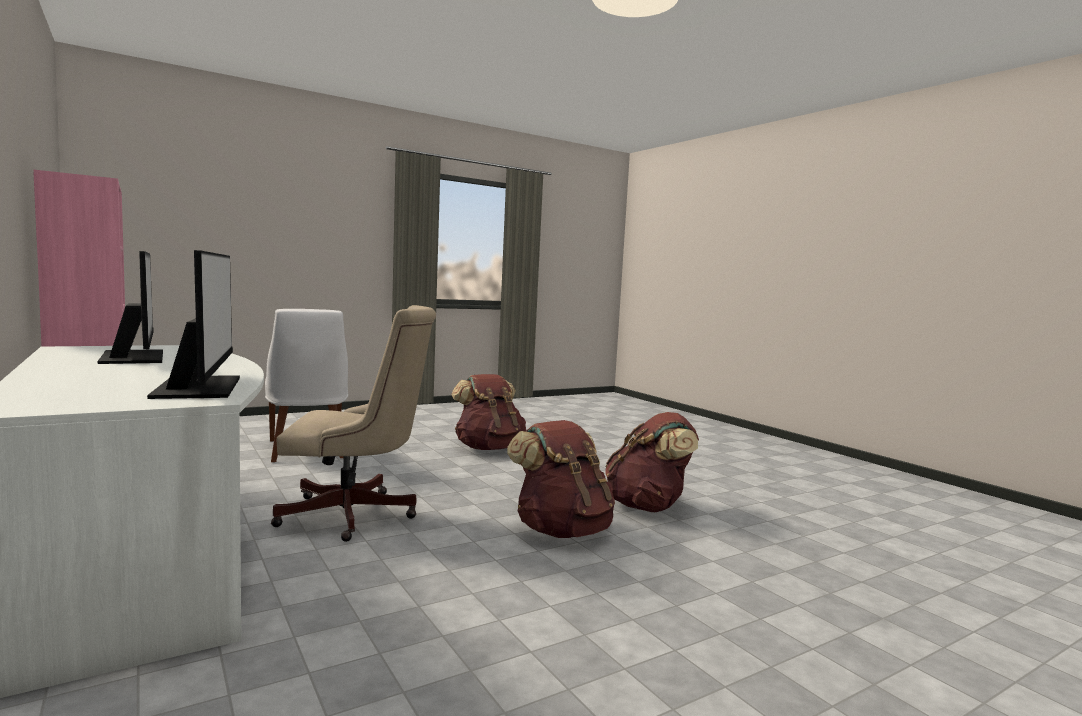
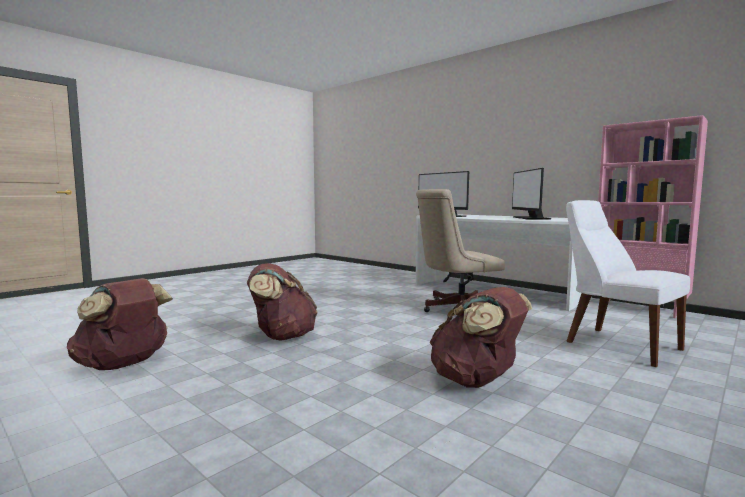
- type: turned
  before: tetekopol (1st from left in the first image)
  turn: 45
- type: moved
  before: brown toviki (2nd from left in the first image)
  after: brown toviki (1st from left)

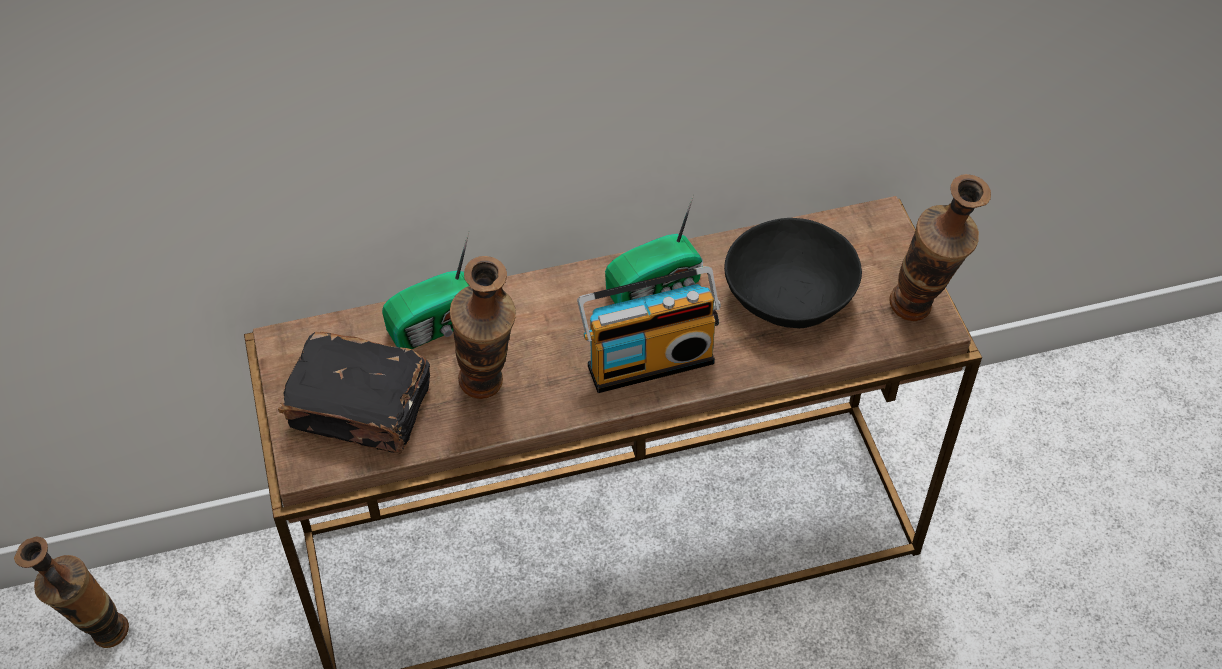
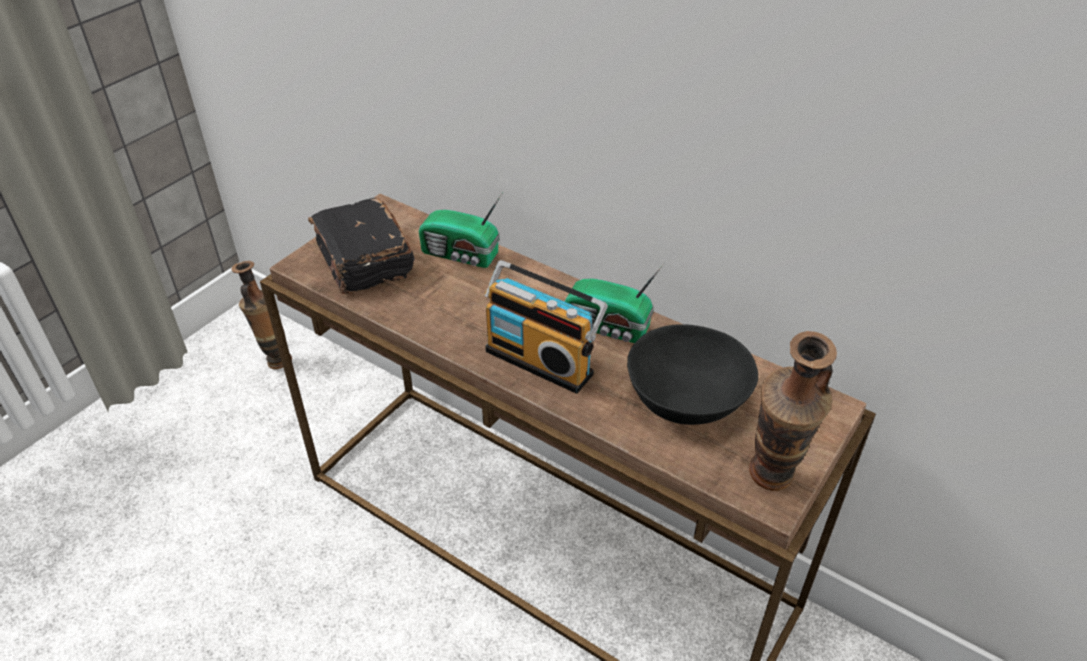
- type: removed
  before: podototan (2nd from left)

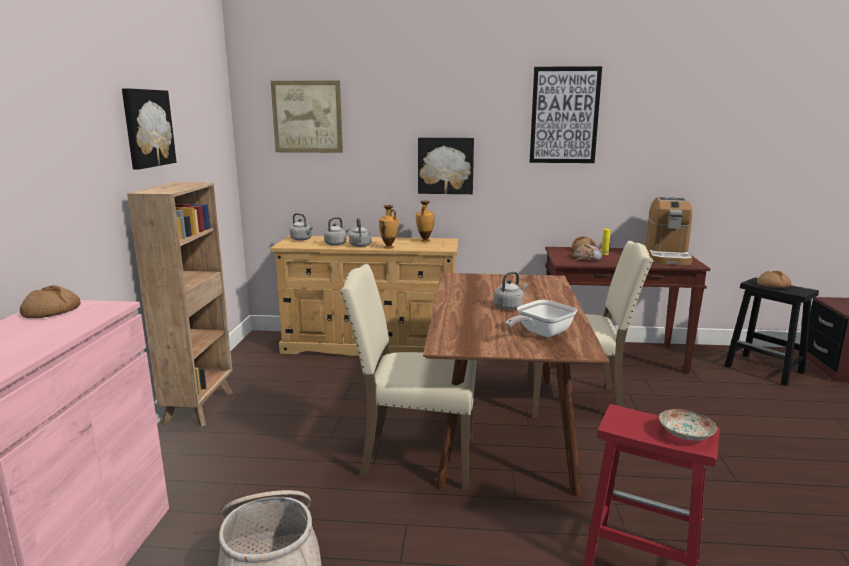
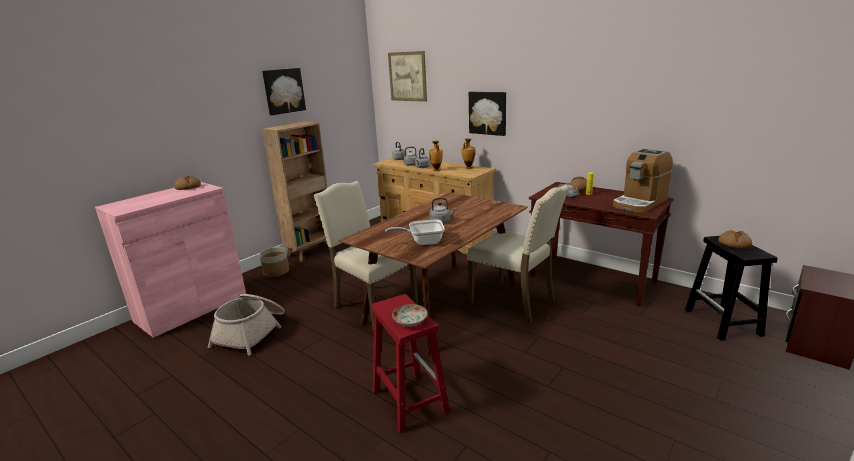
- type: removed
  before: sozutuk (4th from left)
- type: added
  after: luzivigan

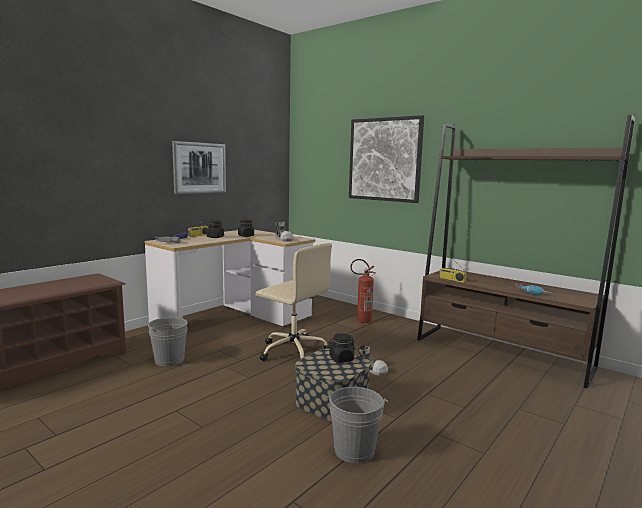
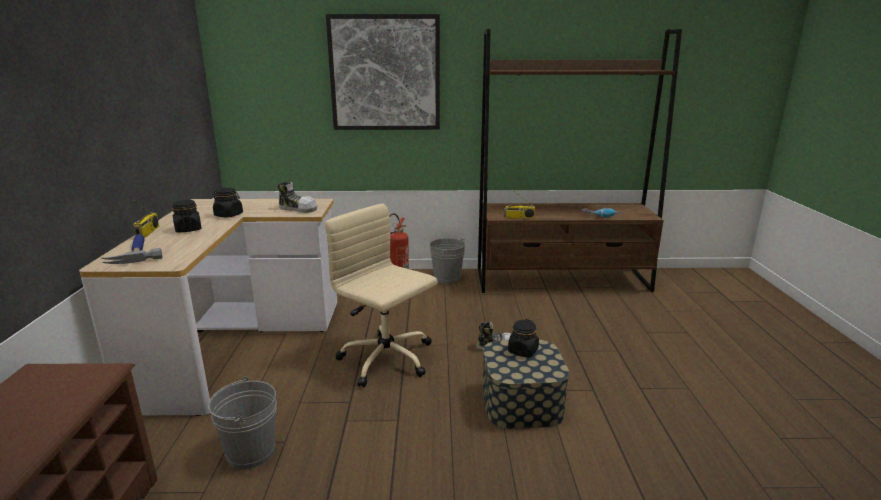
- type: removed
  before: sozutuk (1st from left)
- type: turned
  before: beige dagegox
  turn: -135
- type: moved
  before: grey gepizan (2nd from left)

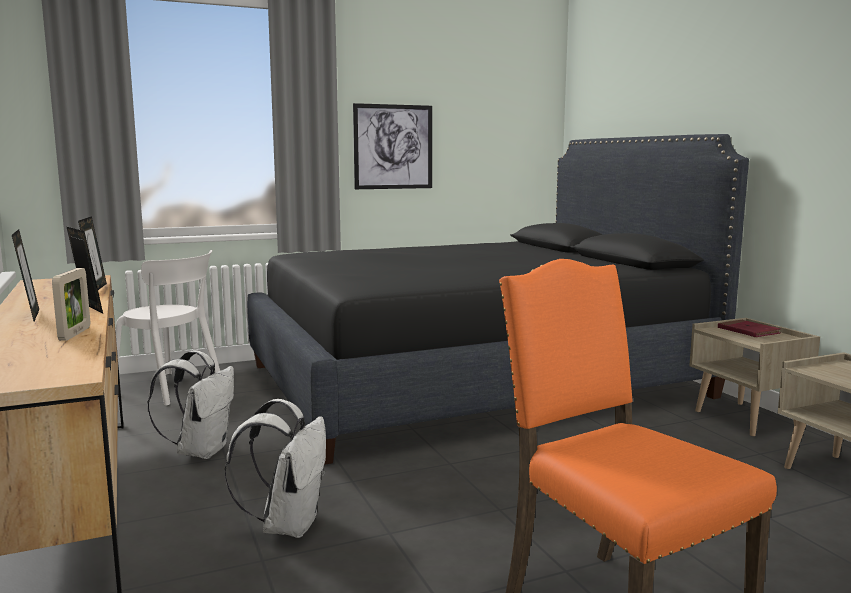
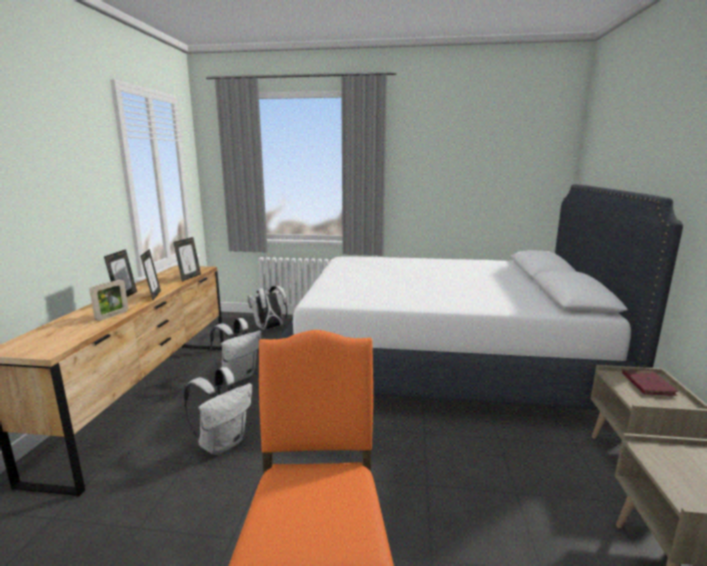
- type: removed
  before: sozutuk
- type: recoloured
  before: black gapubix
  after: white gapubix
- type: replaced
  before: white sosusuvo
  after: white toviki (3rd from left)

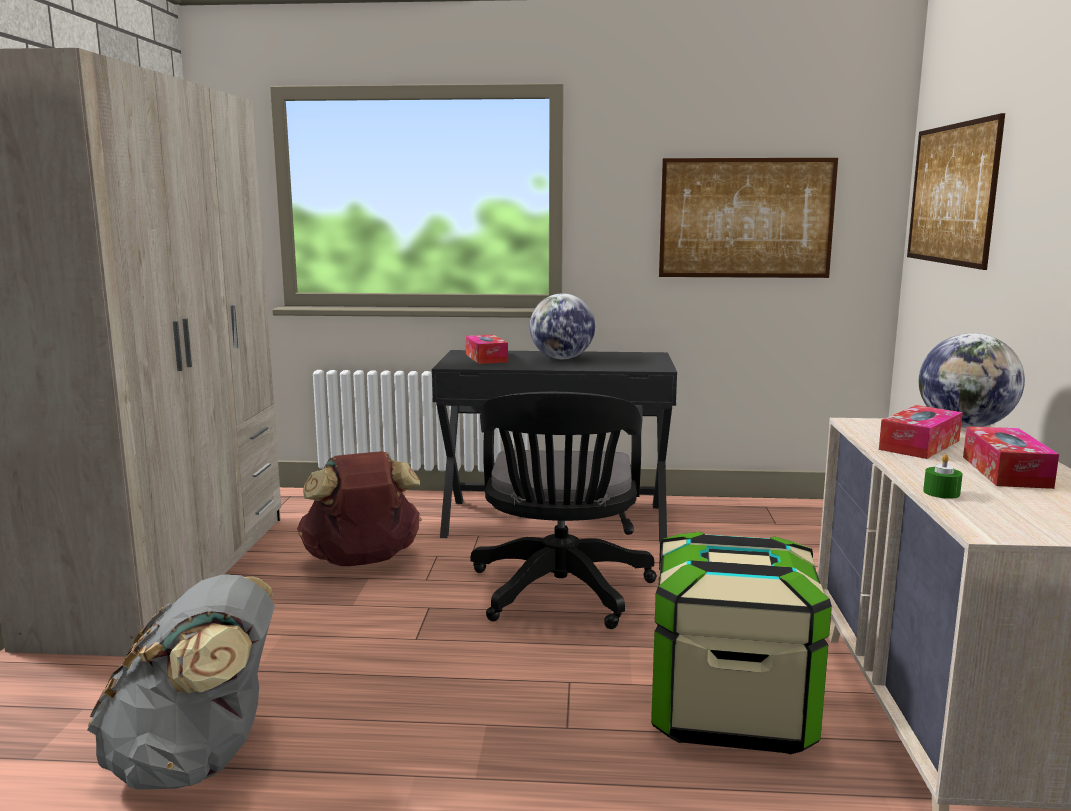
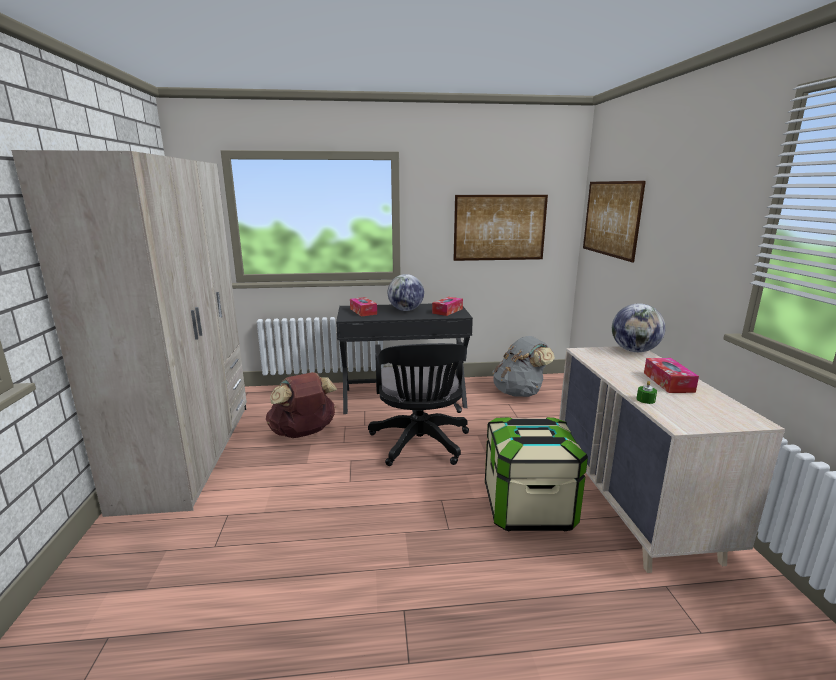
- type: moved
  before: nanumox (2nd from left)
- type: moved
  before: grey toviki

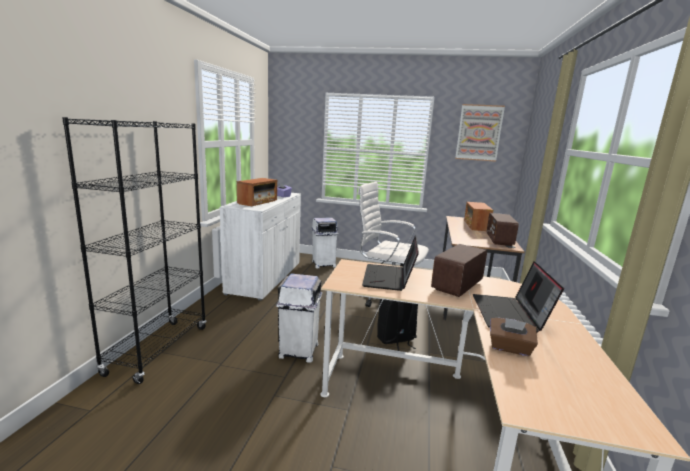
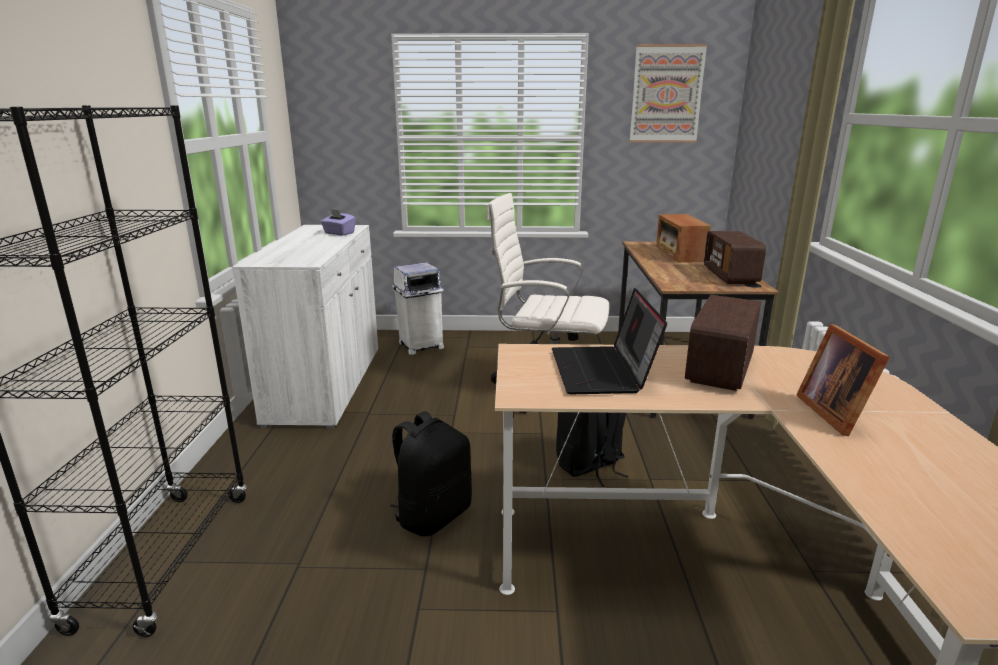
- type: removed
  before: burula (1st from left)
- type: replaced
  before: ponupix (2nd from left)
  after: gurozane
- type: replaced
  before: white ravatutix (1st from left)
  after: black toviki (1st from left)
- type: removed
  before: brown nanumox

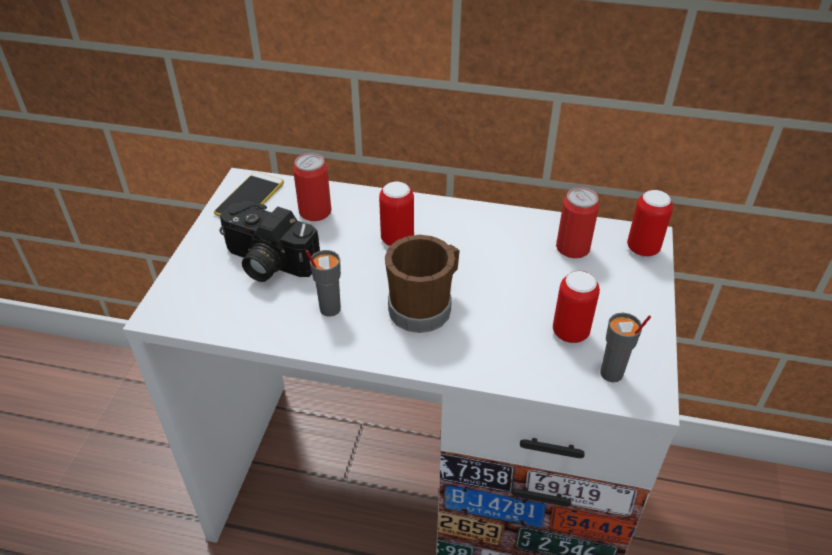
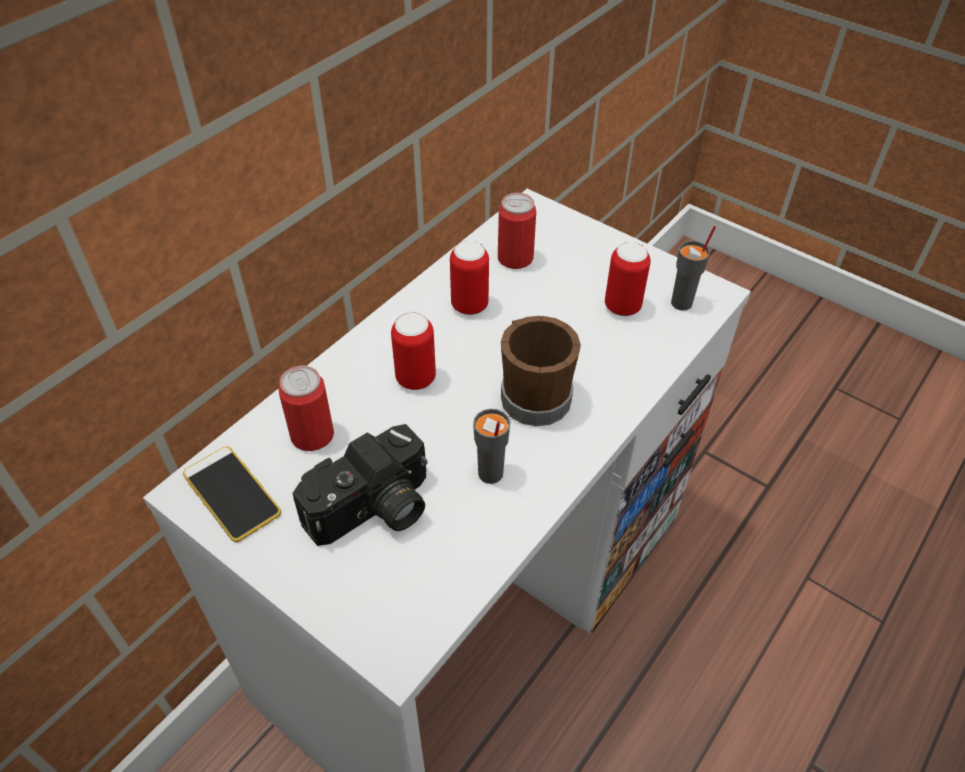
- type: moved
  before: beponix (5th from left in the first image)
  after: beponix (3rd from left)

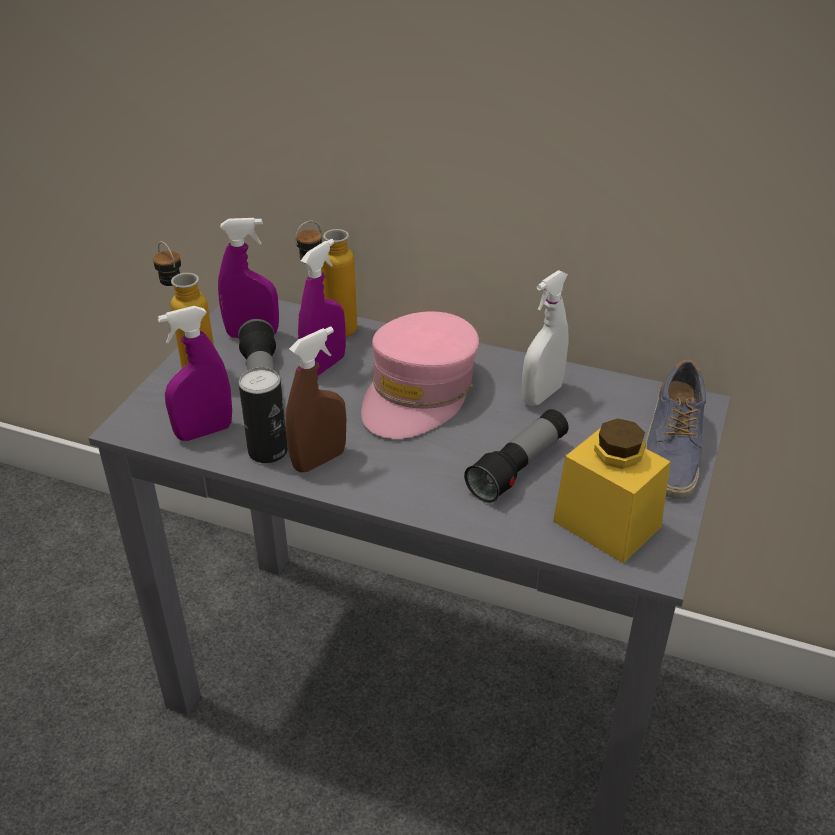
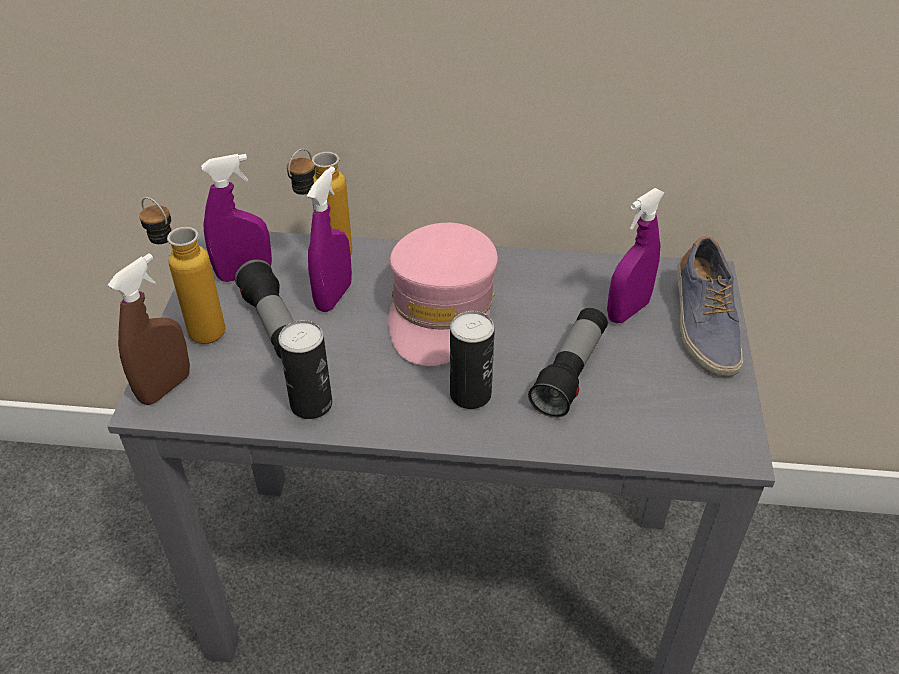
- type: removed
  before: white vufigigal
- type: moved
  before: purple vufigigal (1st from left in the first image)
  after: purple vufigigal (3rd from left)
- type: moved
  before: brown vufigigal
- type: removed
  before: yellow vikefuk
- type: added
  after: beponix (2nd from left)

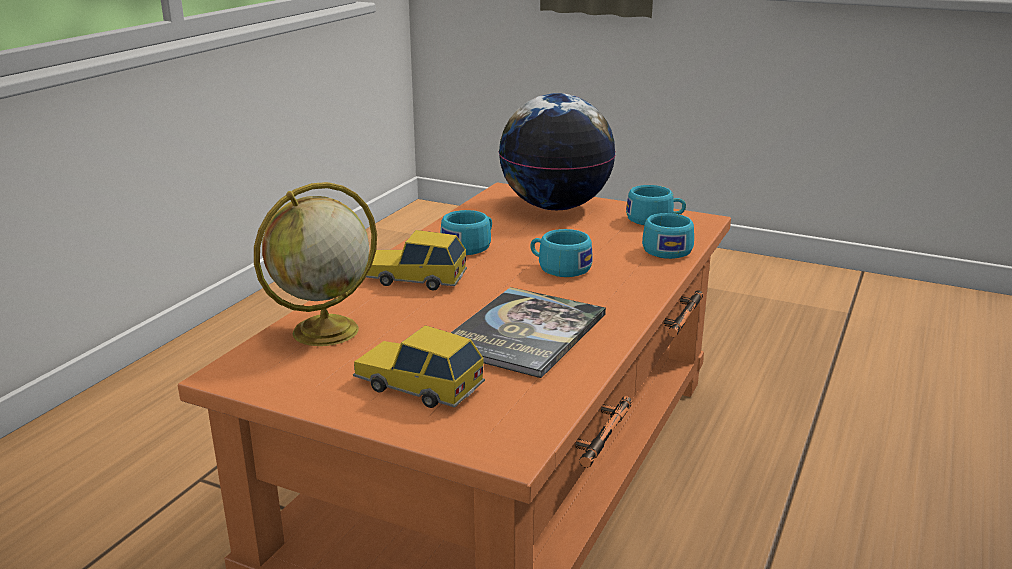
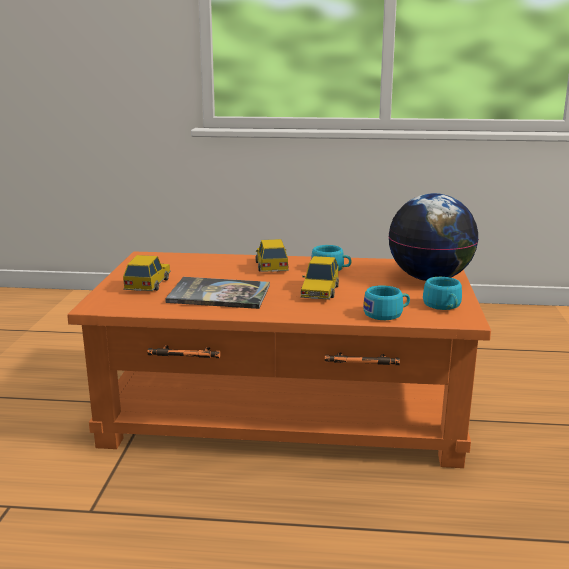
- type: removed
  before: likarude (1st from left)
- type: replaced
  before: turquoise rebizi (2nd from left)
  after: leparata (3rd from left)

